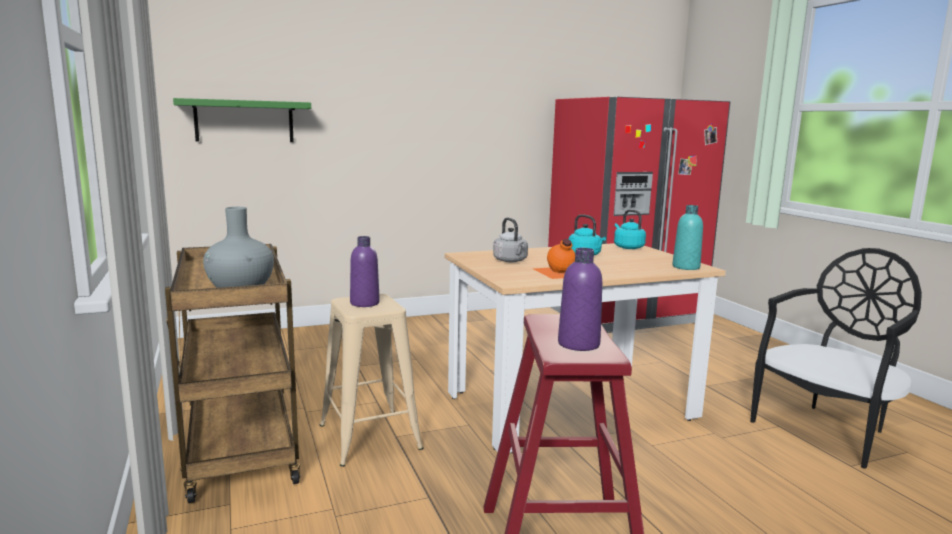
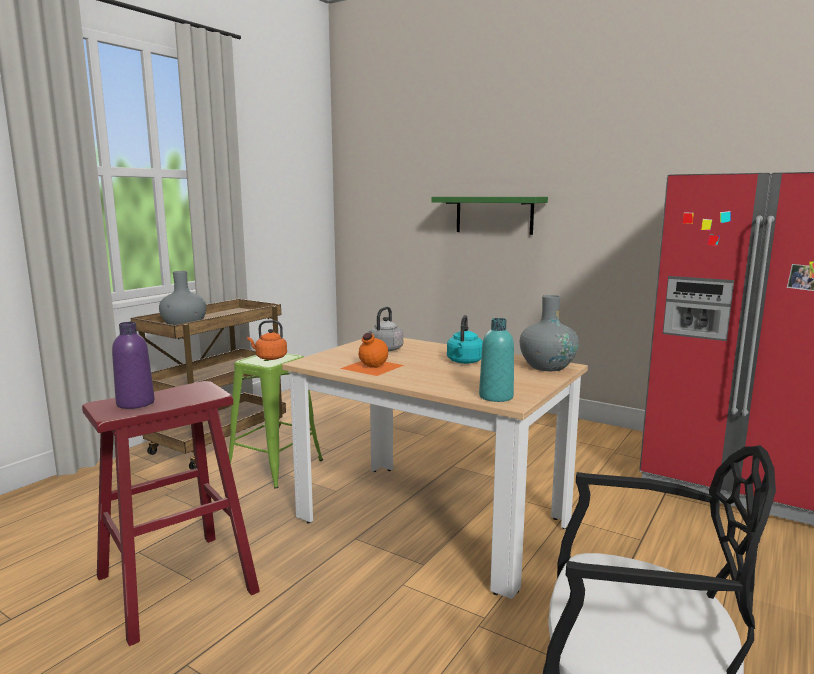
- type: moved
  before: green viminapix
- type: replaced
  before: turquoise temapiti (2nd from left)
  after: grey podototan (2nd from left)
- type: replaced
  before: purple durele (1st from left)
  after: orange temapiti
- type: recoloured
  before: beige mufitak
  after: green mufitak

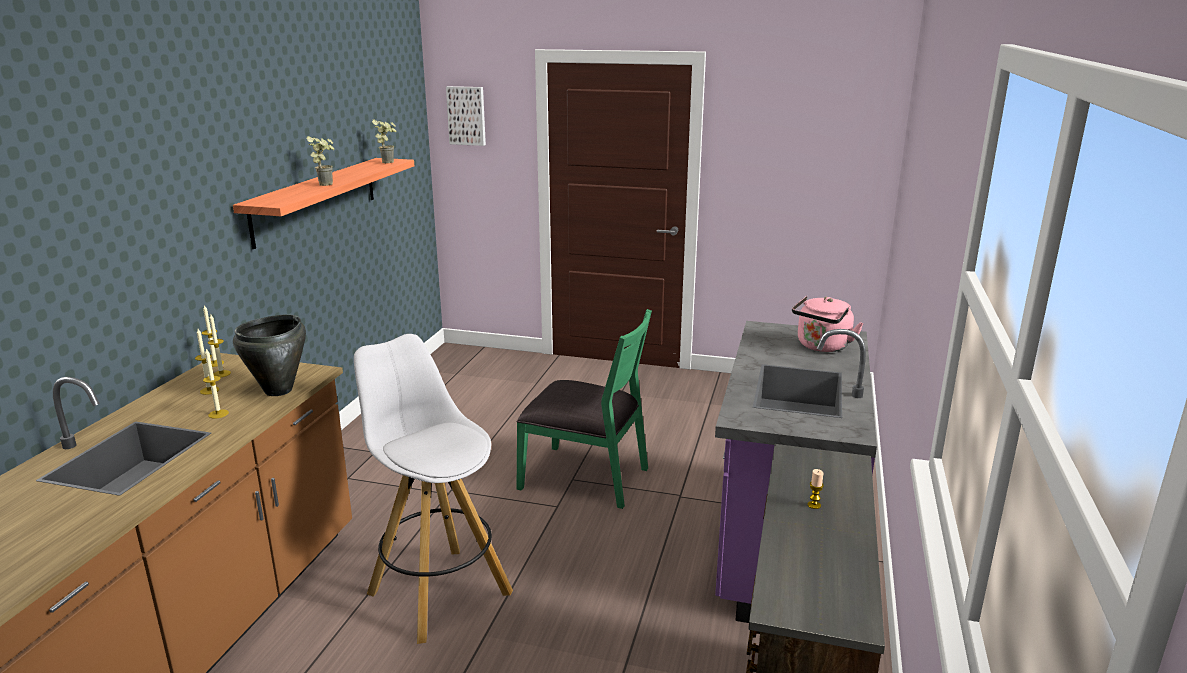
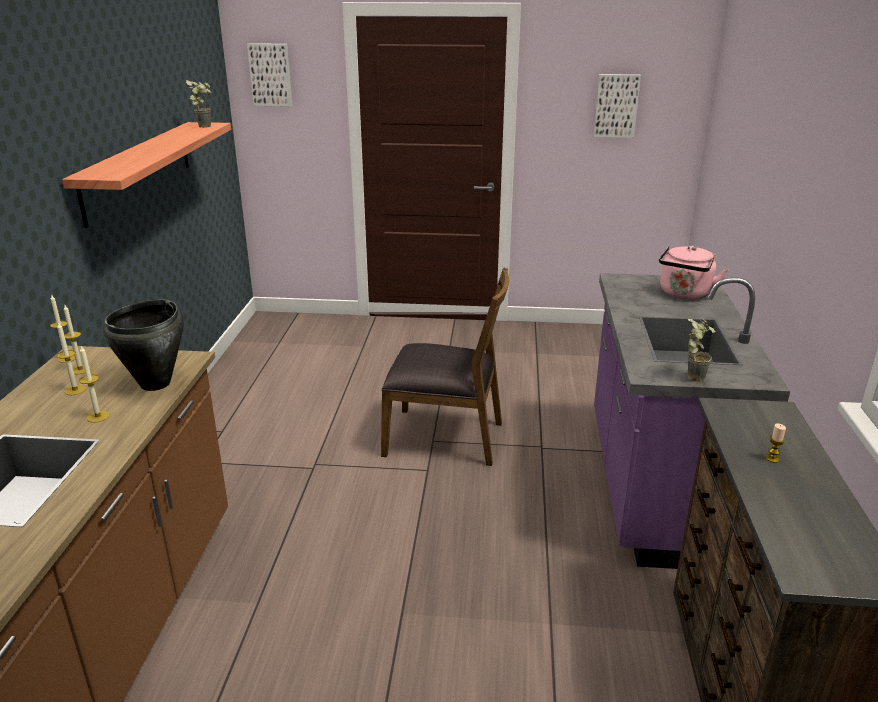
- type: moved
  before: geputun (1st from left in the first image)
  after: geputun (2nd from left)
- type: recoloured
  before: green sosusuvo
  after: brown sosusuvo
- type: removed
  before: white mufitak
- type: added
  after: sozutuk (2nd from left)

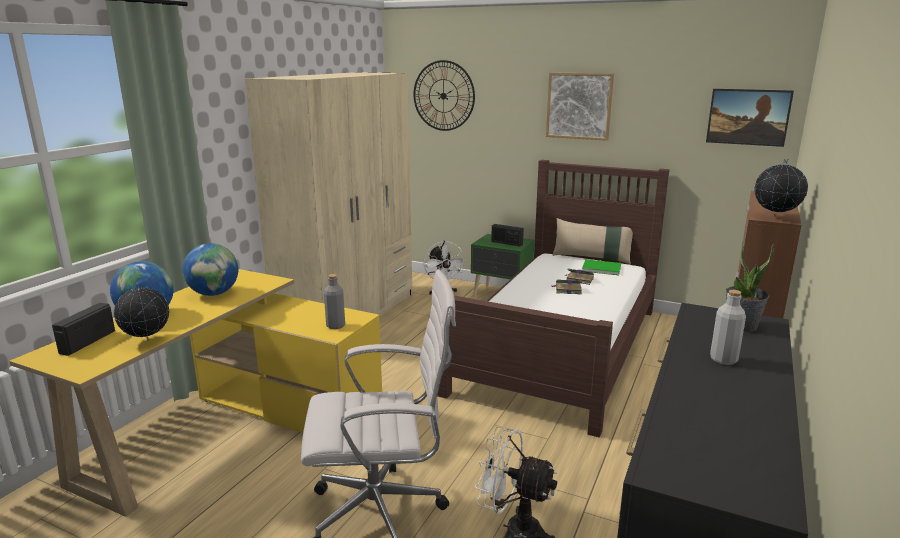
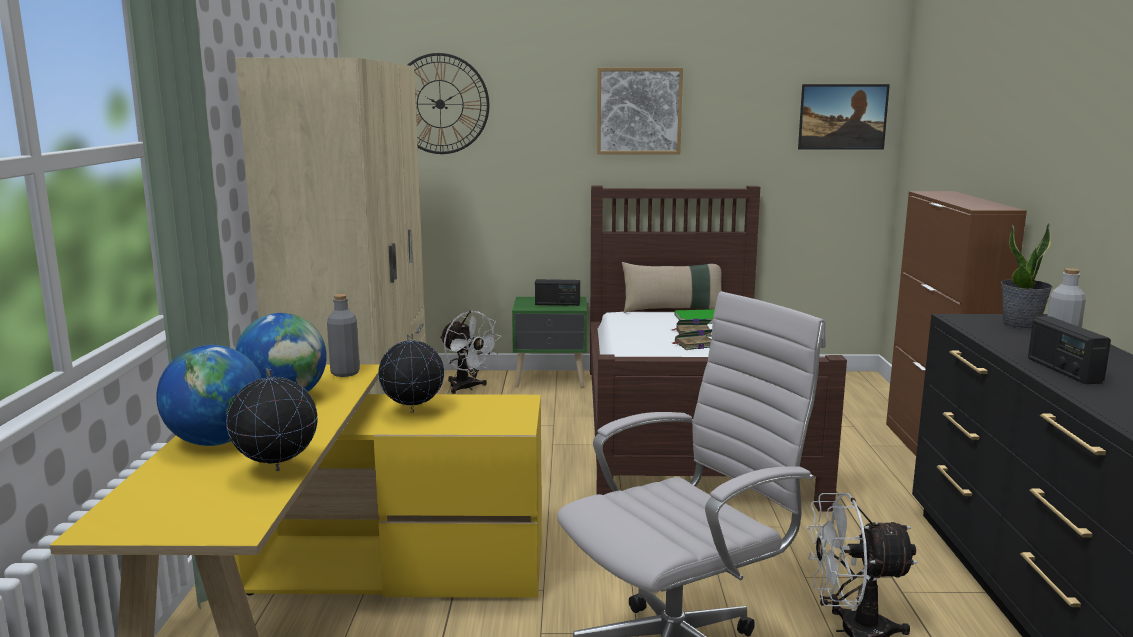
- type: moved
  before: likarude (4th from left)
- type: moved
  before: grey durele (1st from left)
- type: moved
  before: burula (1st from left in the first image)
  after: burula (2nd from left)

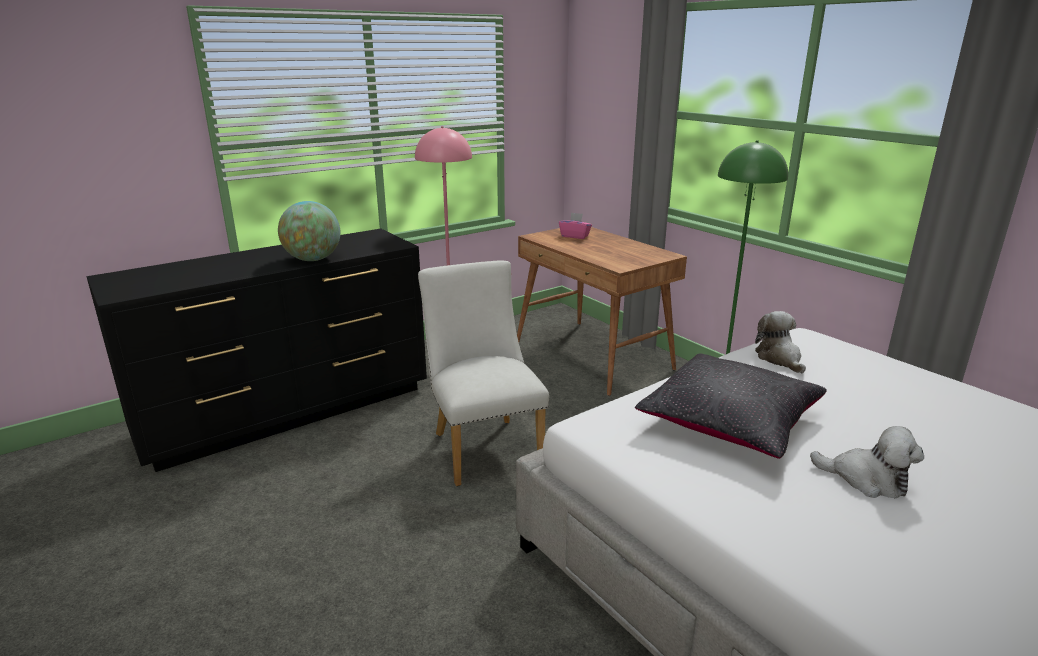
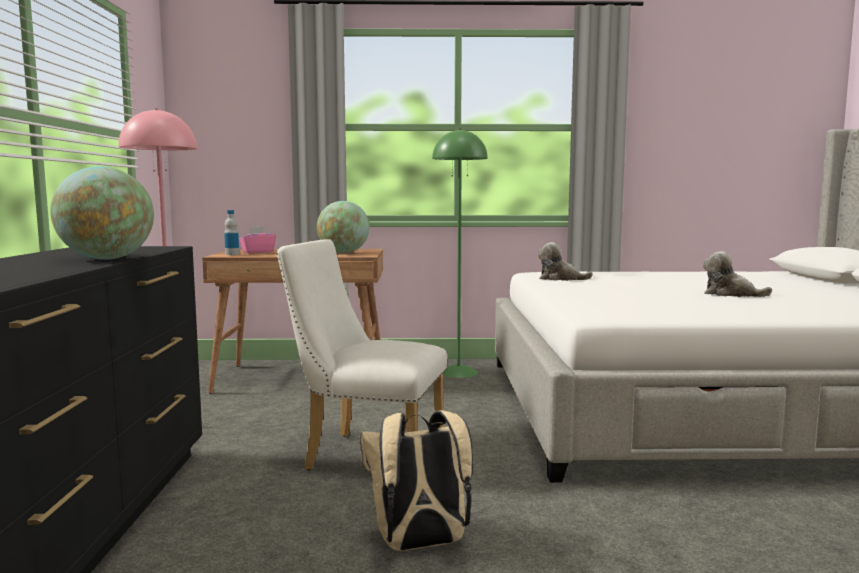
- type: removed
  before: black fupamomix
- type: turned
  before: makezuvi (2nd from left)
  turn: -120
- type: added
  after: likarude (2nd from left)
- type: added
  after: durele
- type: added
  after: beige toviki

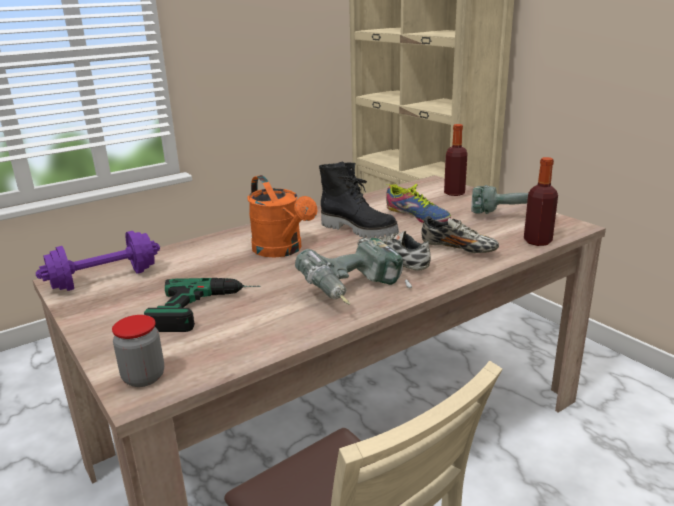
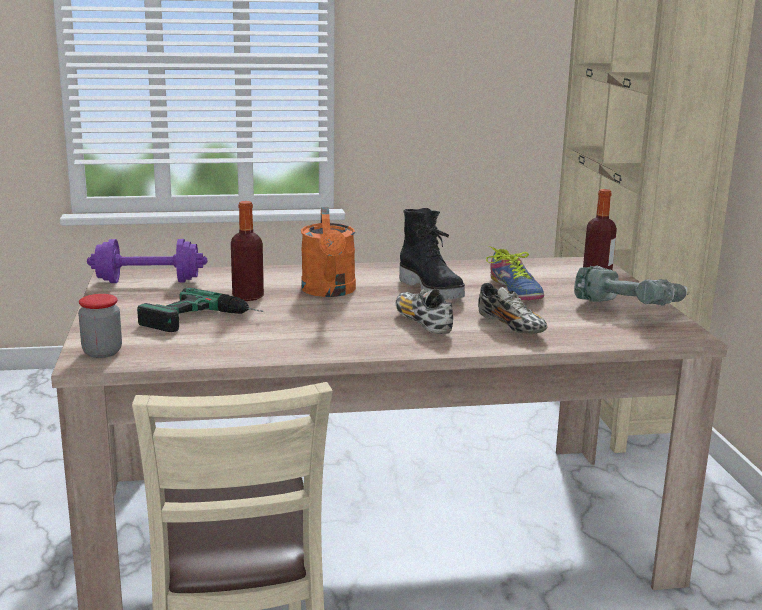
- type: moved
  before: durele (2nd from left in the first image)
  after: durele (1st from left)
- type: removed
  before: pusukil (2nd from left)

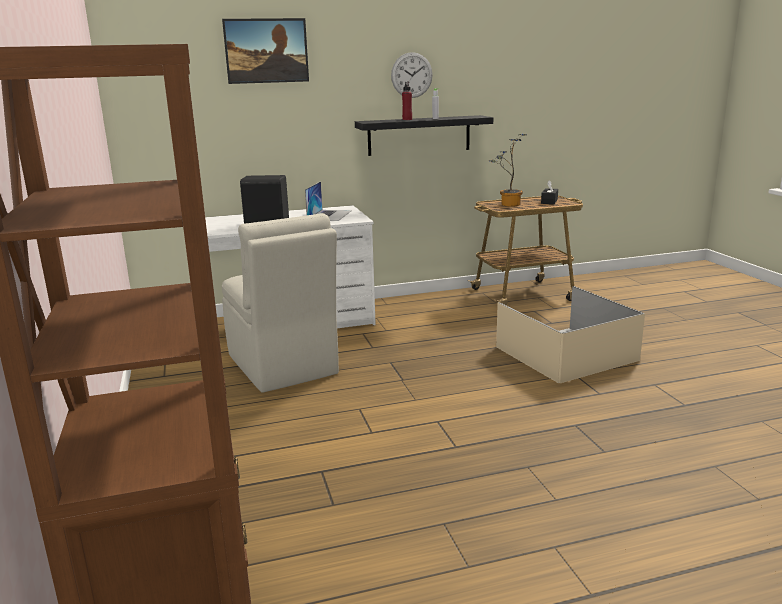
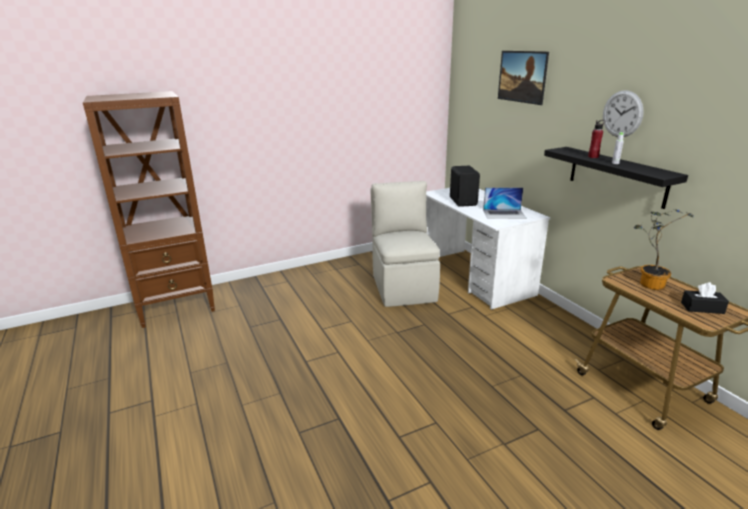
- type: turned
  before: beige sosusuvo
  turn: 120
- type: removed
  before: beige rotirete

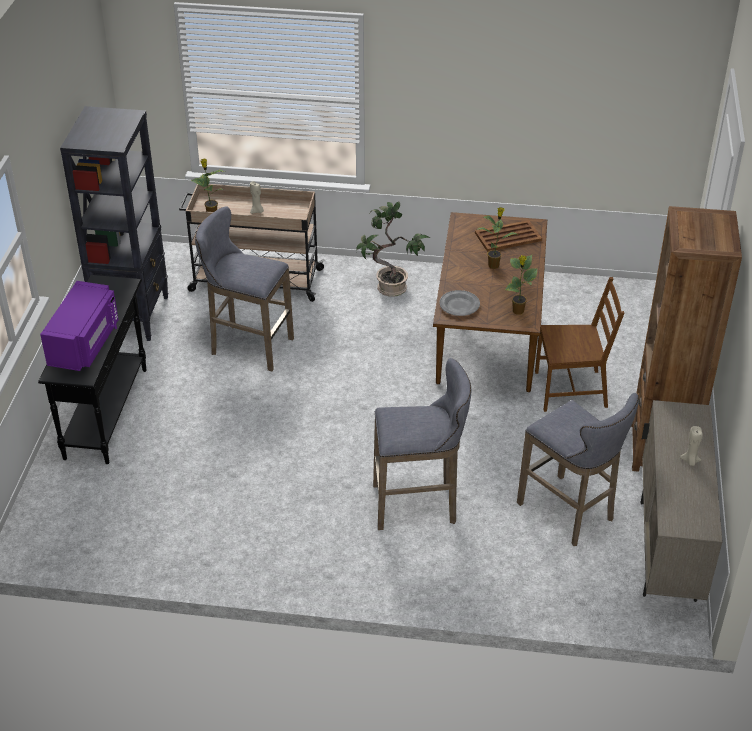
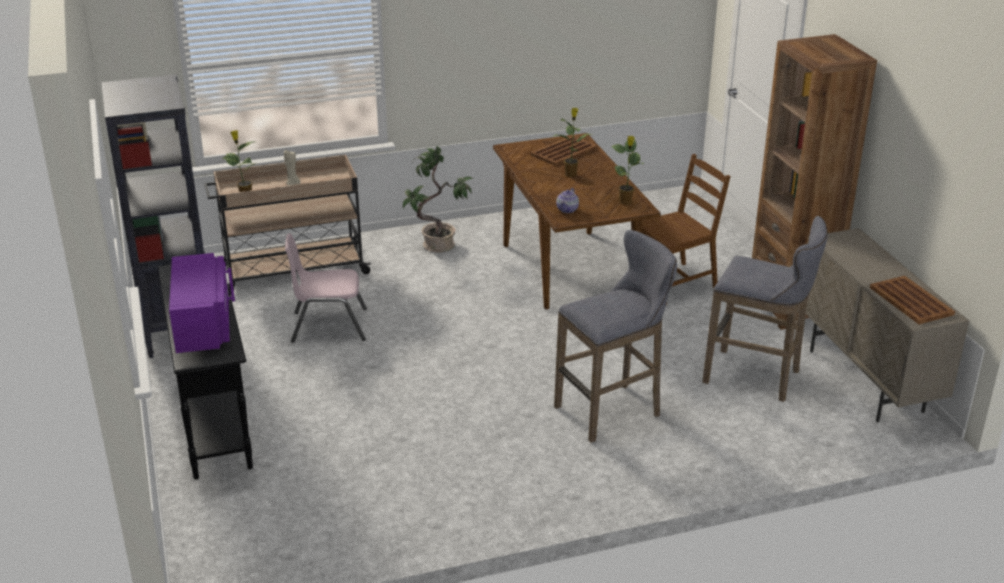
- type: replaced
  before: grey mufitak (1st from left)
  after: pink sosusuvo
- type: replaced
  before: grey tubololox
  after: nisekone
- type: removed
  before: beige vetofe (2nd from left)
- type: added
  after: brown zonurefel (2nd from left)

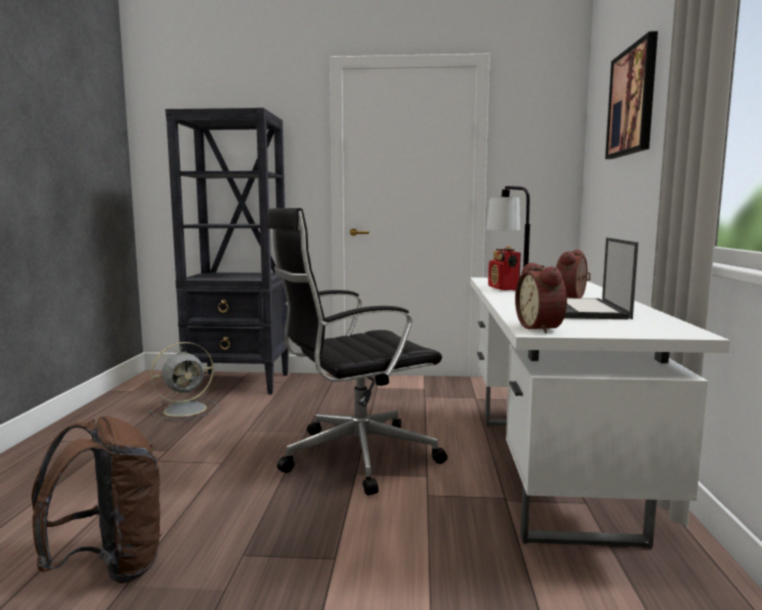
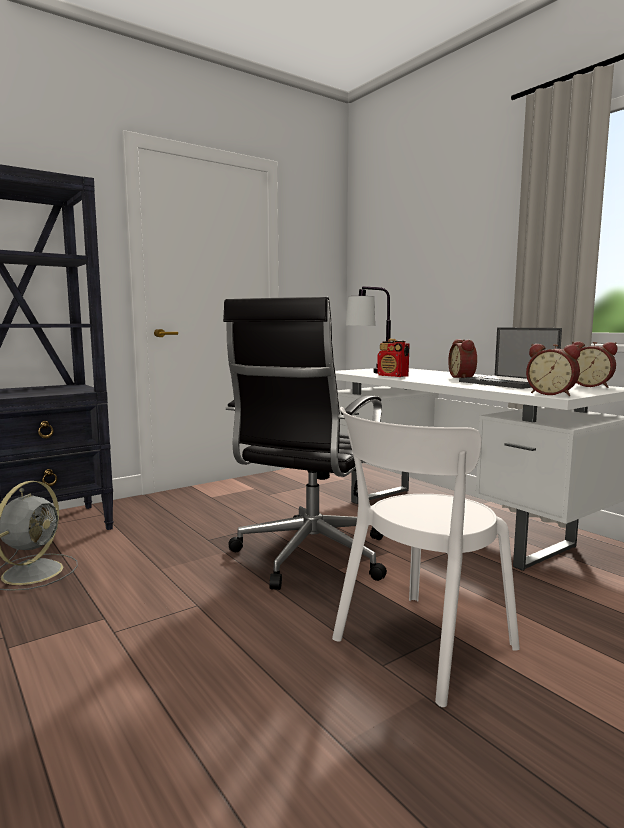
- type: removed
  before: sozutuk
- type: removed
  before: brown toviki
- type: added
  after: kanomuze (3rd from left)
- type: added
  after: white sosusuvo

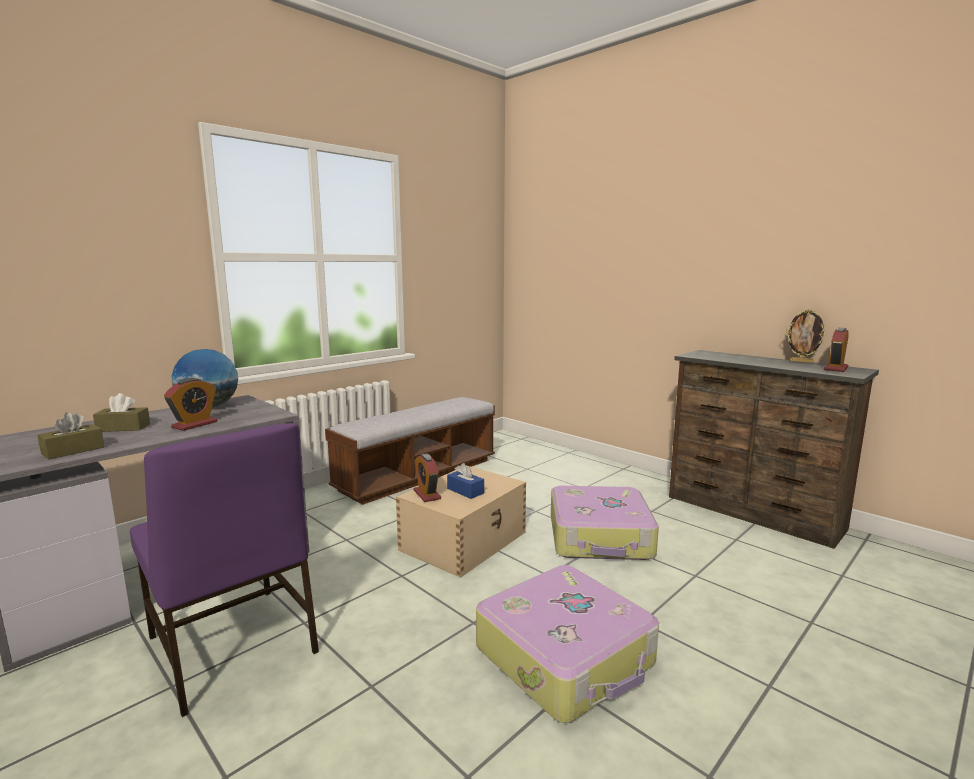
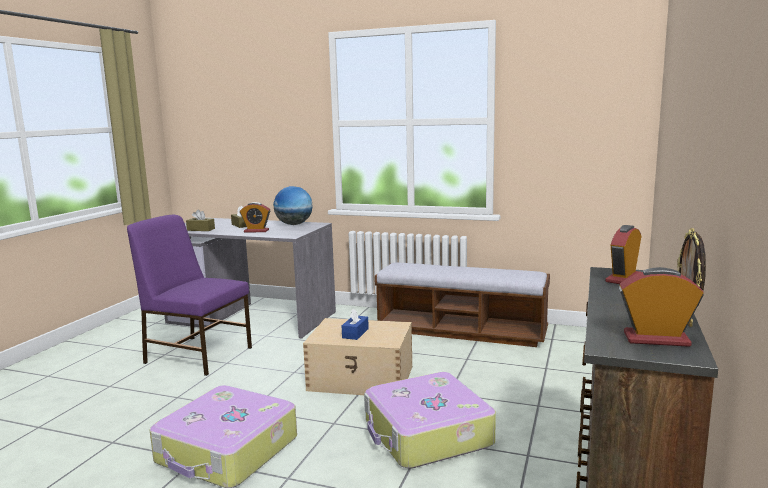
- type: turned
  before: purple sosusuvo
  turn: 90
- type: moved
  before: kanomuze (2nd from left)

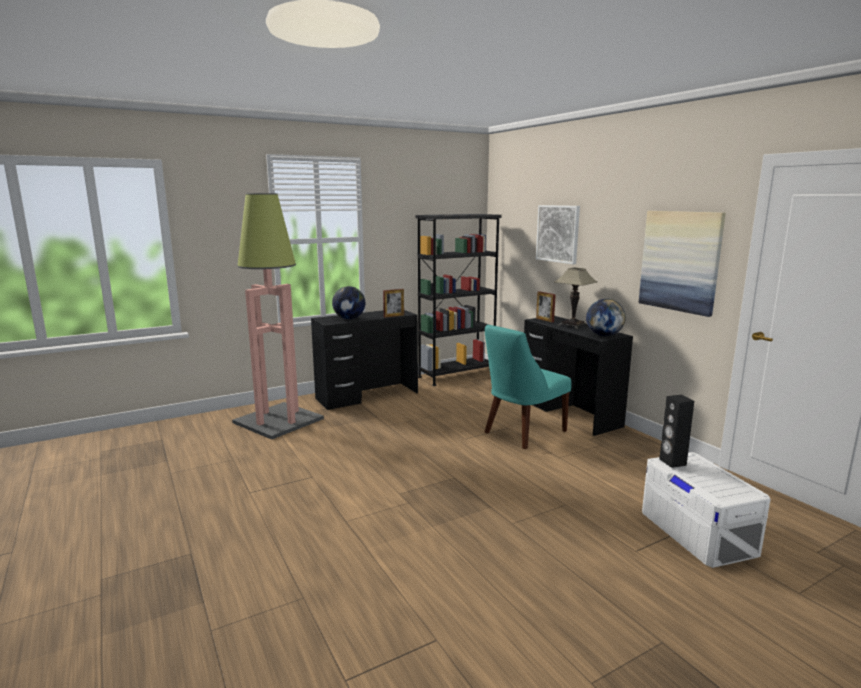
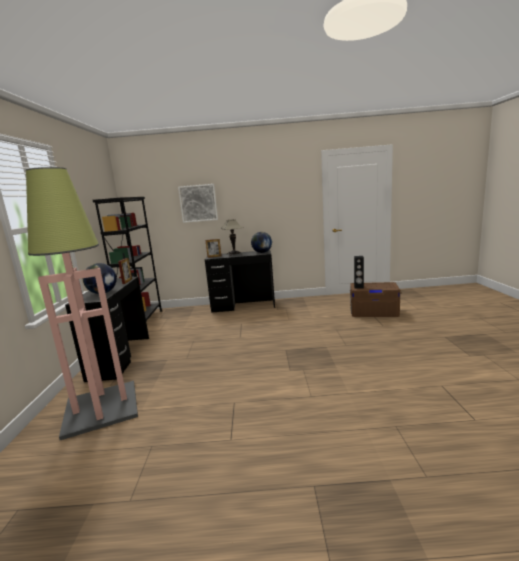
- type: removed
  before: sozutuk (2nd from left)
- type: removed
  before: turquoise sosusuvo
- type: recoloured
  before: white rotirete
  after: brown rotirete

